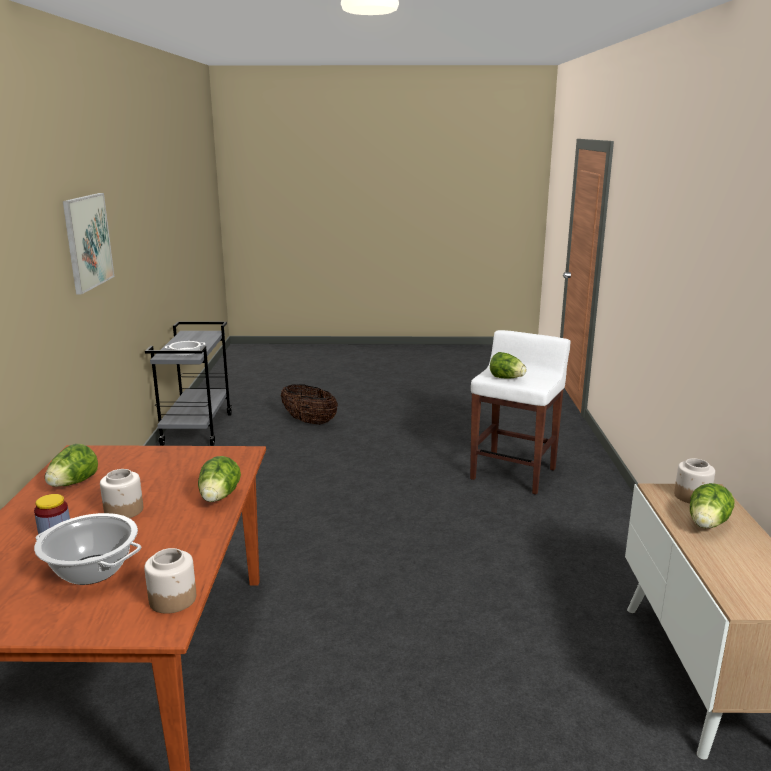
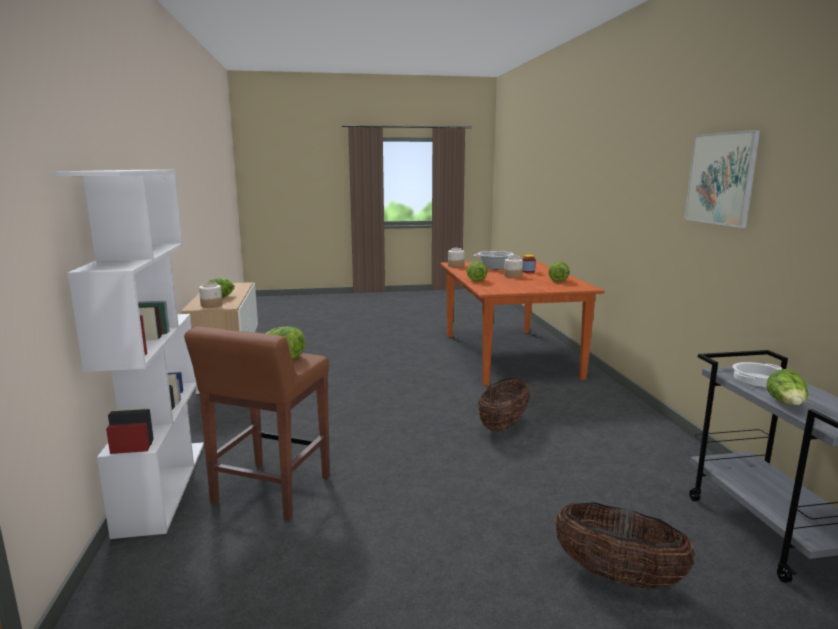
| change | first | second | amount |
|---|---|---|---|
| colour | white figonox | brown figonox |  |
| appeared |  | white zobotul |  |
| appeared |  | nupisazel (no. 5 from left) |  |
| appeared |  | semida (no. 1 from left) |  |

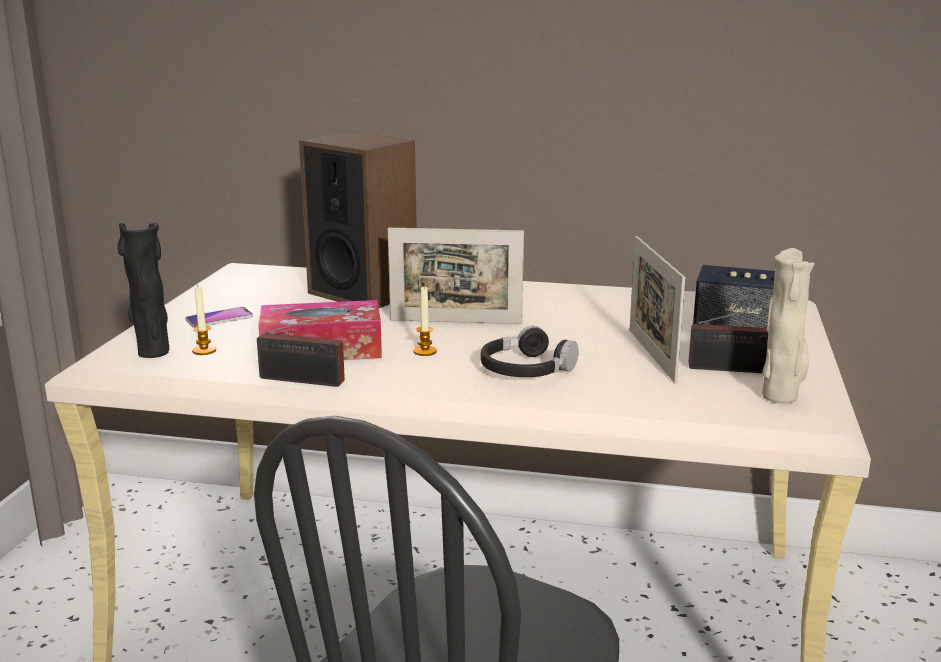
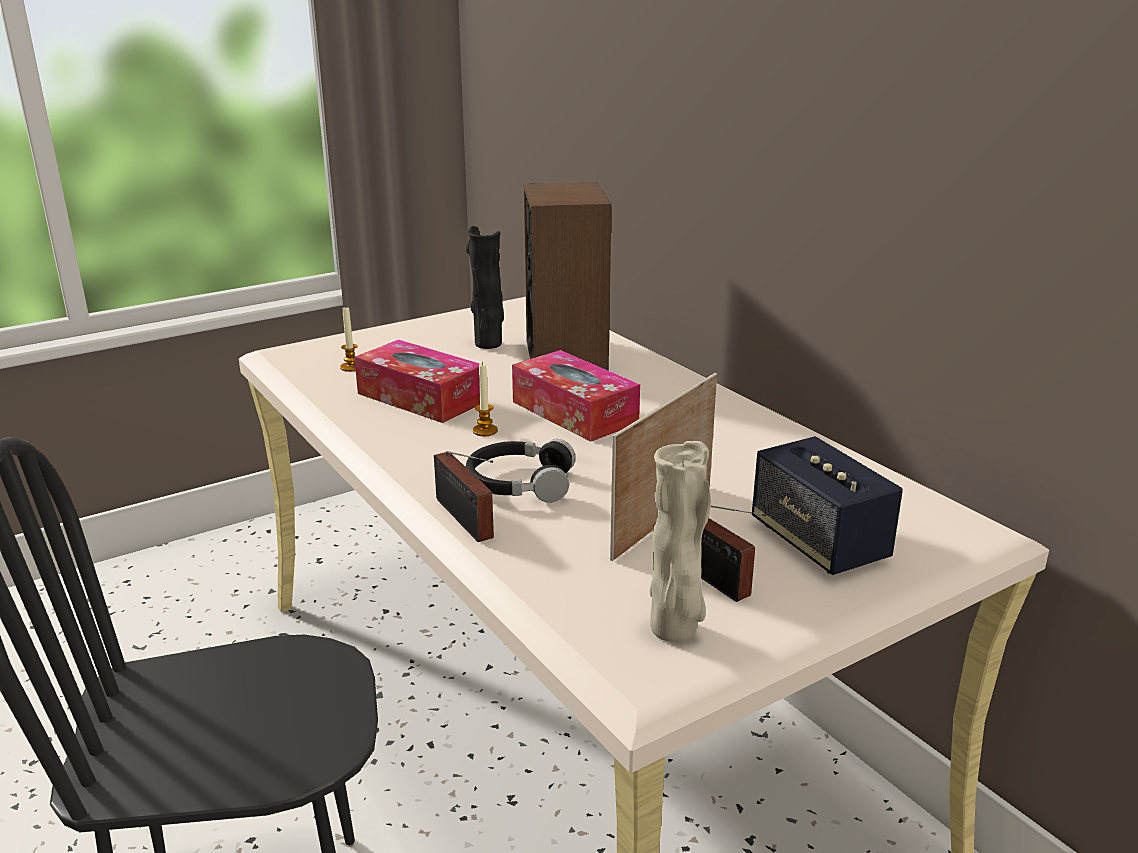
| change | first | second | amount |
|---|---|---|---|
| relocated | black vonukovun |  |  |
| exchanged | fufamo (no. 1 from left) | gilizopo (no. 2 from left) |  |
| missing | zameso |  |  |
| relocated | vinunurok (no. 1 from left) |  |  |

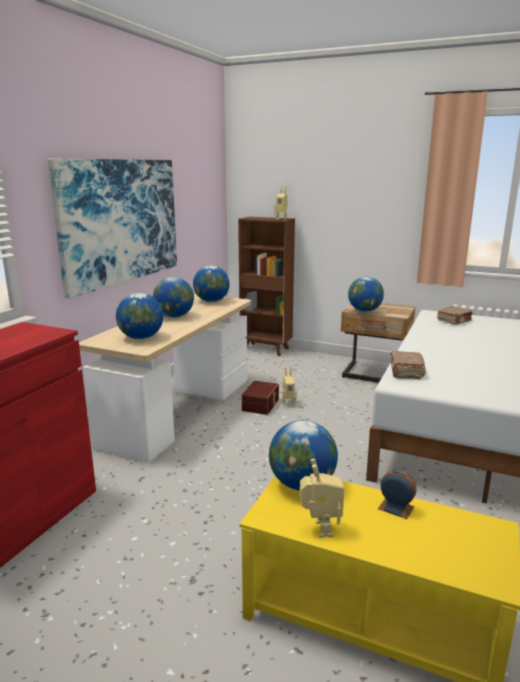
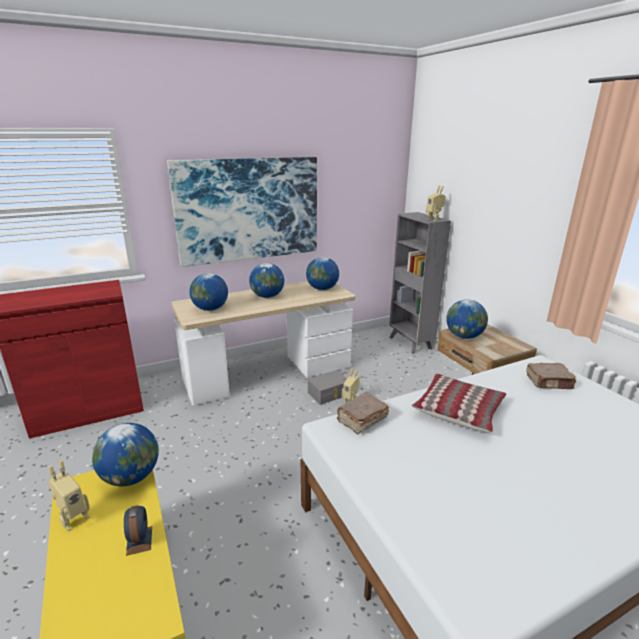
| change | first | second | amount |
|---|---|---|---|
| colour | brown zobotul | grey zobotul |  |
| colour | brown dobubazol | grey dobubazol |  |
| appeared |  | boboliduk |  |

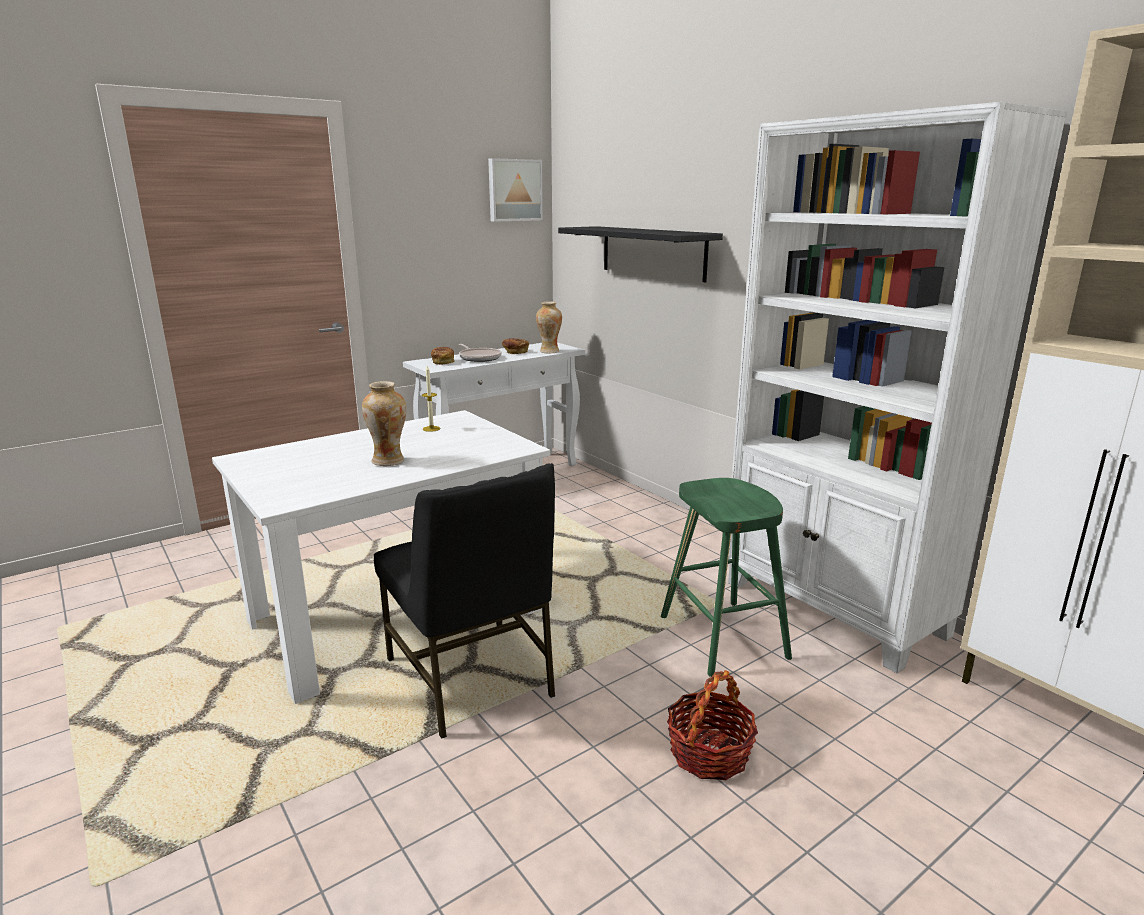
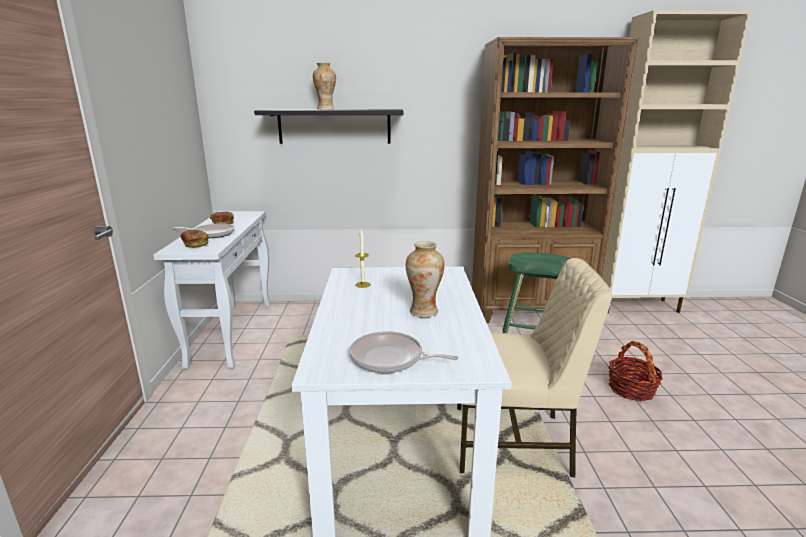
| change | first | second | amount |
|---|---|---|---|
| colour | white zobotul | brown zobotul |  |
| missing | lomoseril |  |  |
| relocated | vonukovun (no. 2 from left in the first image) | vonukovun (no. 1 from left) |  |
| colour | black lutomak | beige lutomak |  |
| appeared |  | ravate (no. 2 from left) |  |

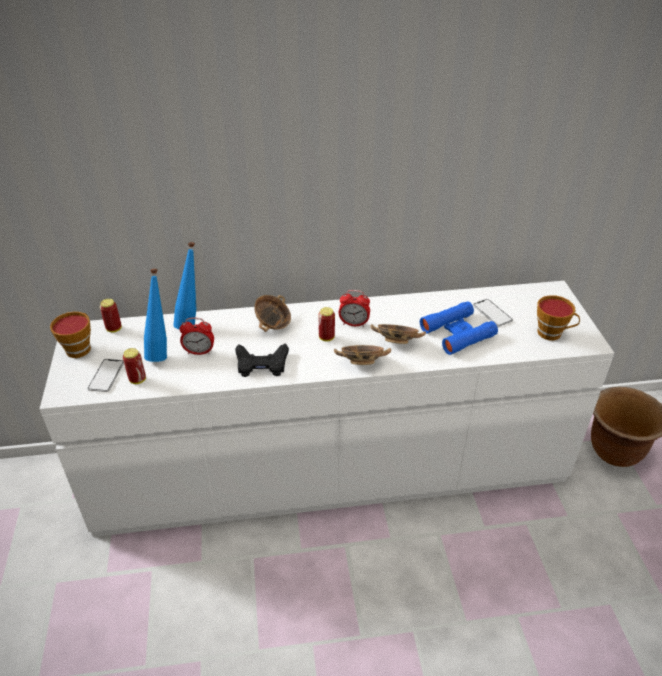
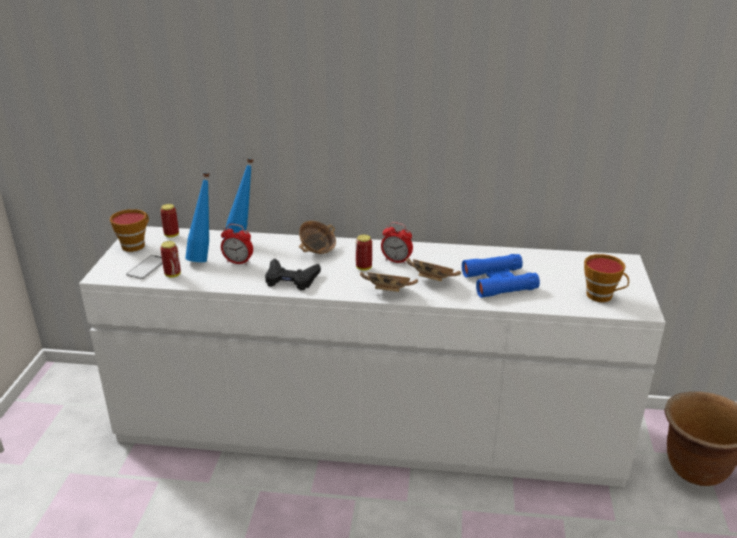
| change | first | second | amount |
|---|---|---|---|
| missing | zameso (no. 2 from left) |  |  |

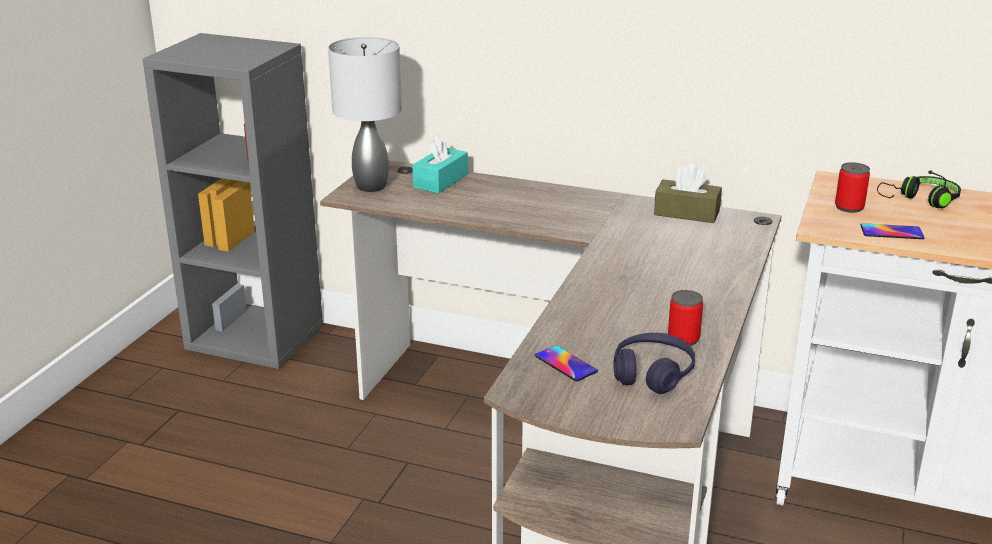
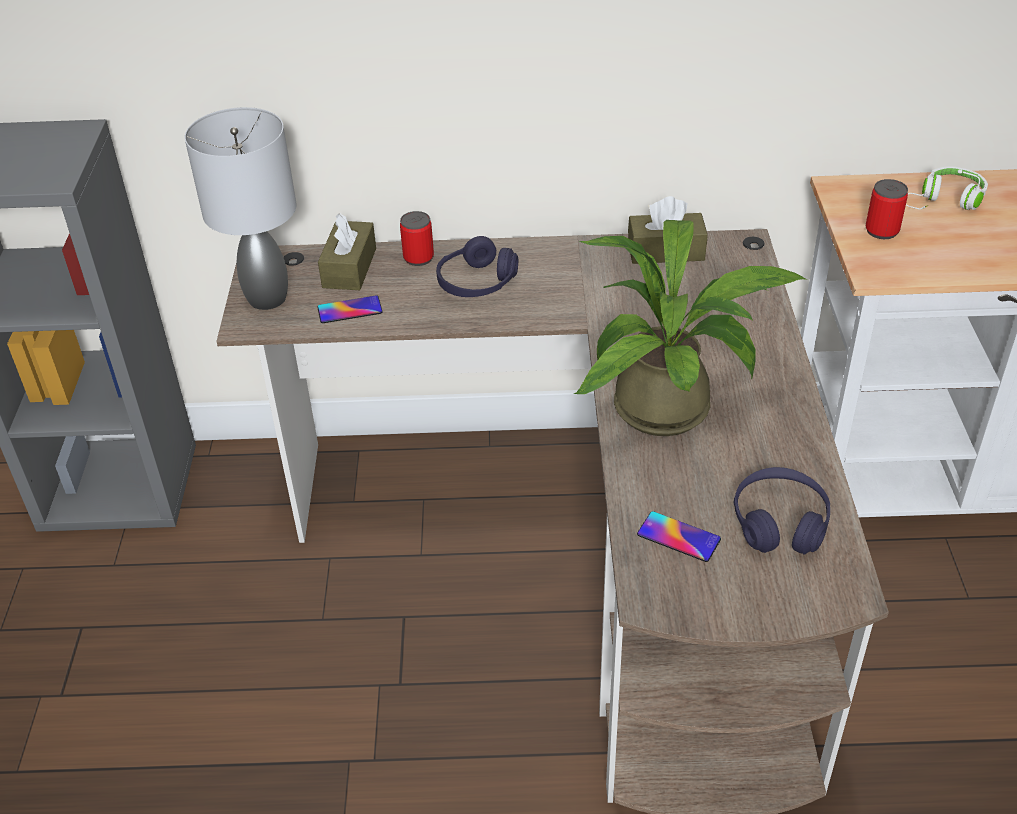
| change | first | second | amount |
|---|---|---|---|
| colour | turquoise gilizopo | brown gilizopo (no. 1 from left) |  |
| colour | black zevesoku | white zevesoku |  |
| relocated | zameso (no. 2 from left in the first image) | zameso (no. 1 from left) |  |
| relocated | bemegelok (no. 1 from left) |  |  |
| appeared |  | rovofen |  |
| appeared |  | purple zevesoku (no. 1 from left) |  |

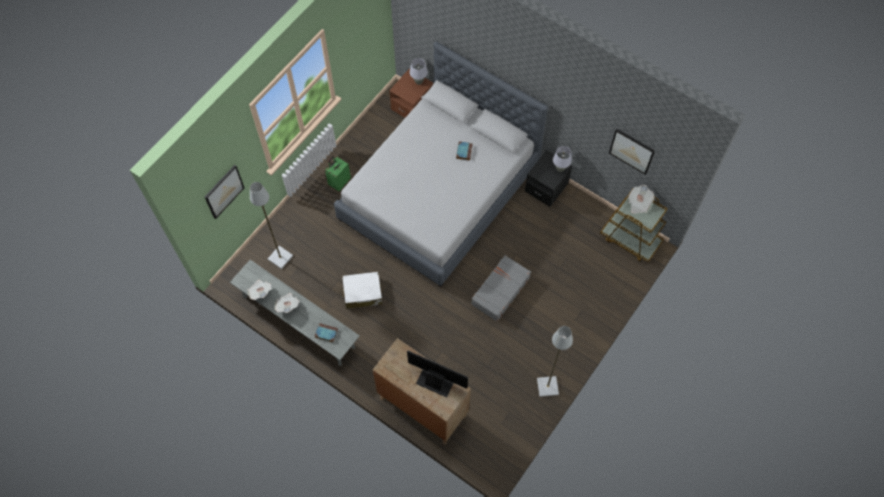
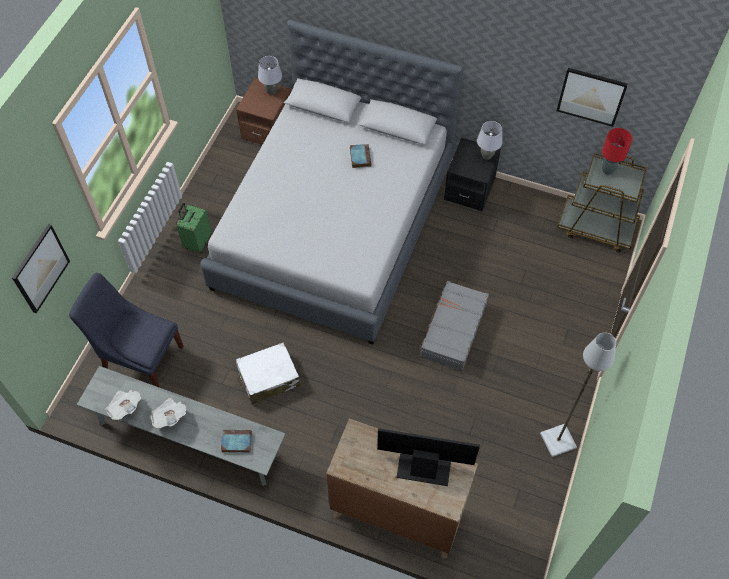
| change | first | second | amount |
|---|---|---|---|
| exchanged | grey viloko (no. 1 from left) | blue lutomak |  |
| exchanged | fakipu (no. 3 from left) | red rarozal |  |

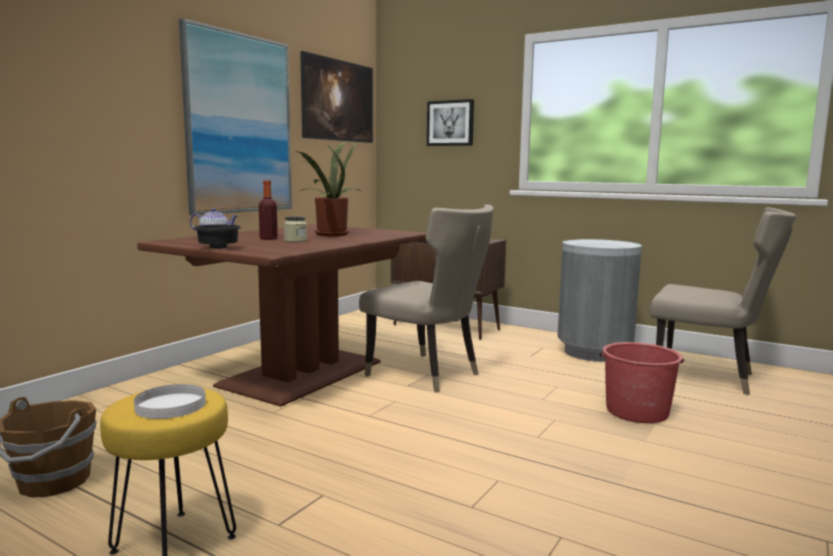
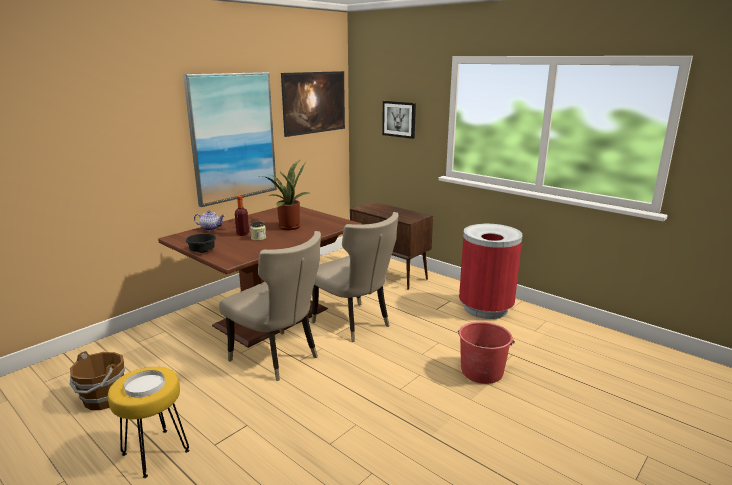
| change | first | second | amount |
|---|---|---|---|
| relocated | beige lutomak (no. 2 from left in the first image) | beige lutomak (no. 1 from left) |  |
| colour | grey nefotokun | red nefotokun |  |

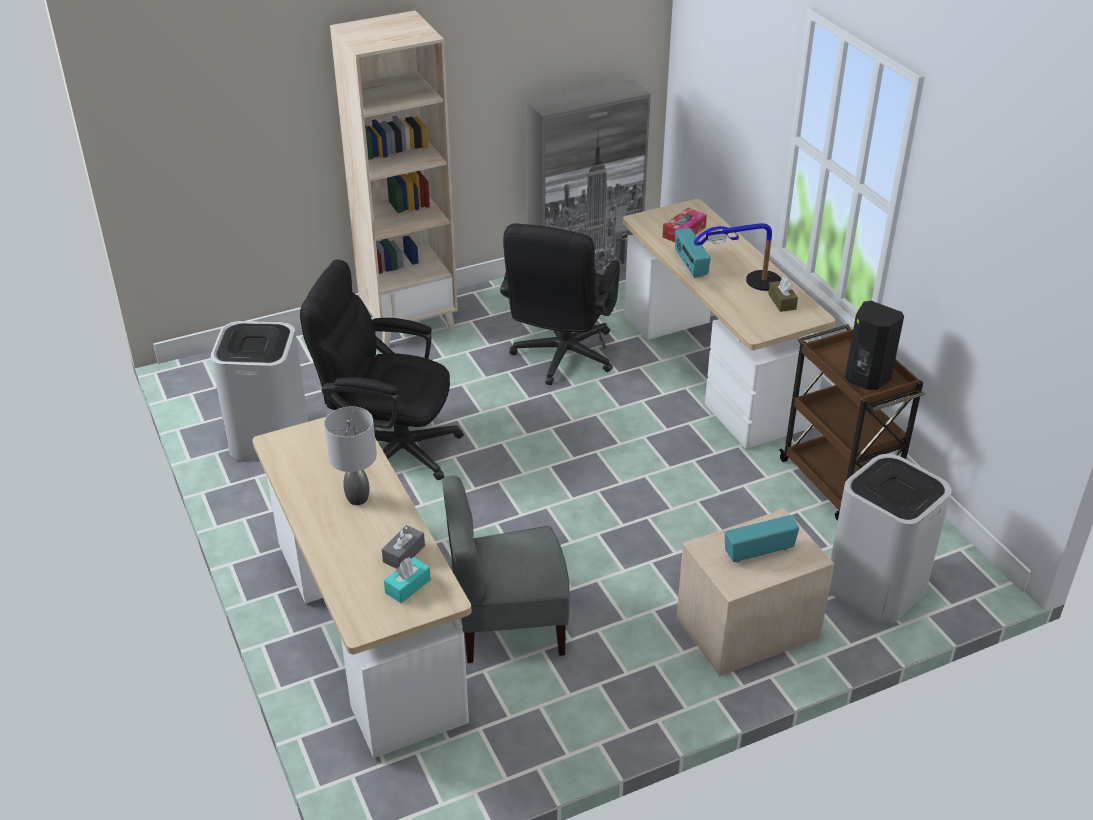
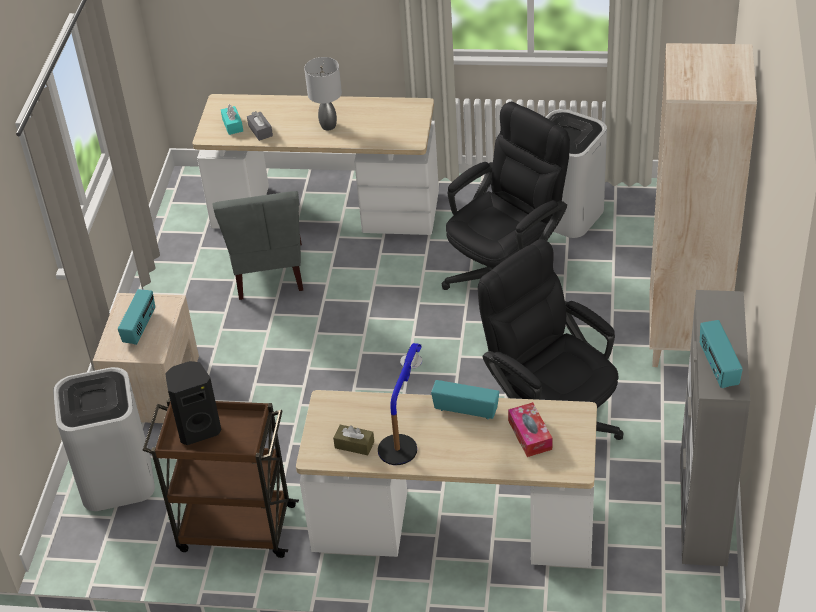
| change | first | second | amount |
|---|---|---|---|
| spun | grey lutomak |  | 150 degrees clockwise |
| appeared |  | vinunurok (no. 3 from left) |  |

